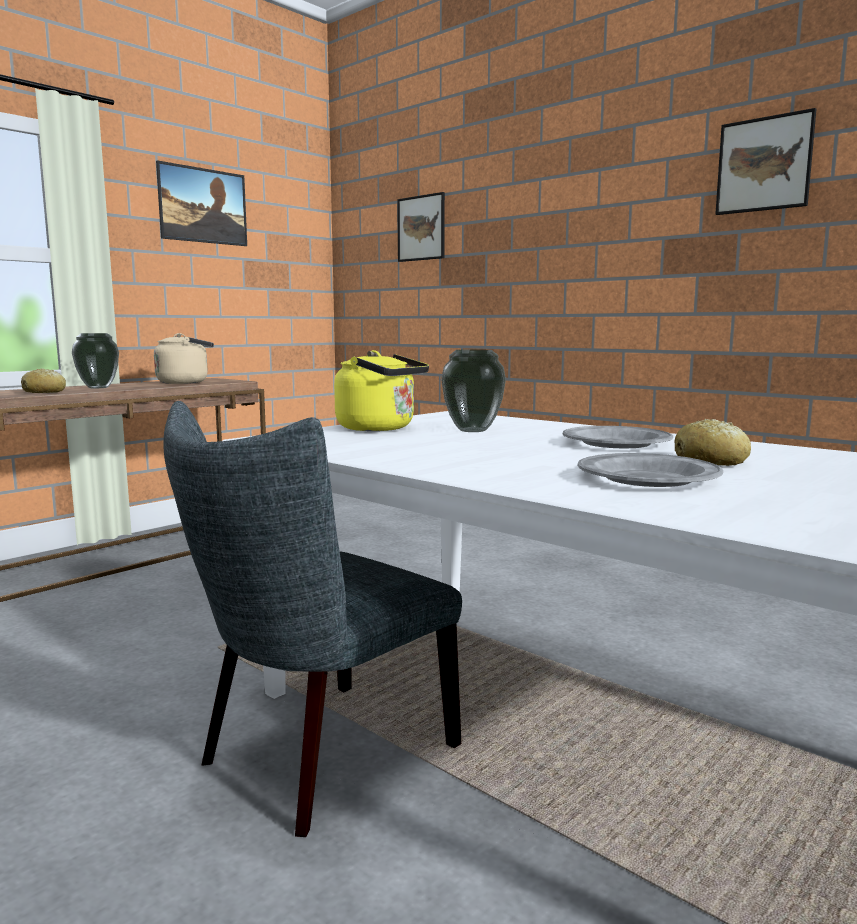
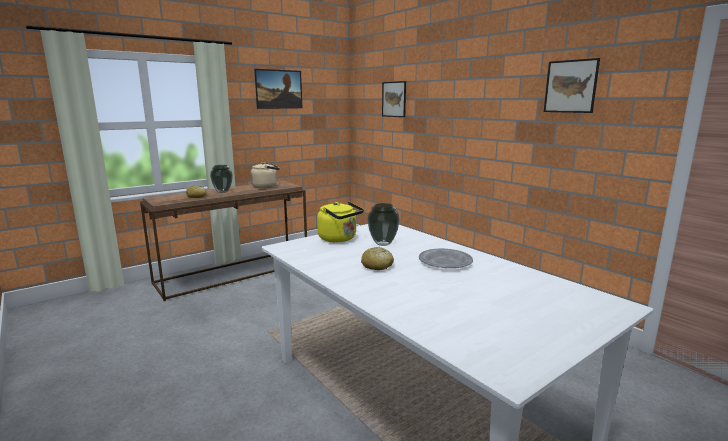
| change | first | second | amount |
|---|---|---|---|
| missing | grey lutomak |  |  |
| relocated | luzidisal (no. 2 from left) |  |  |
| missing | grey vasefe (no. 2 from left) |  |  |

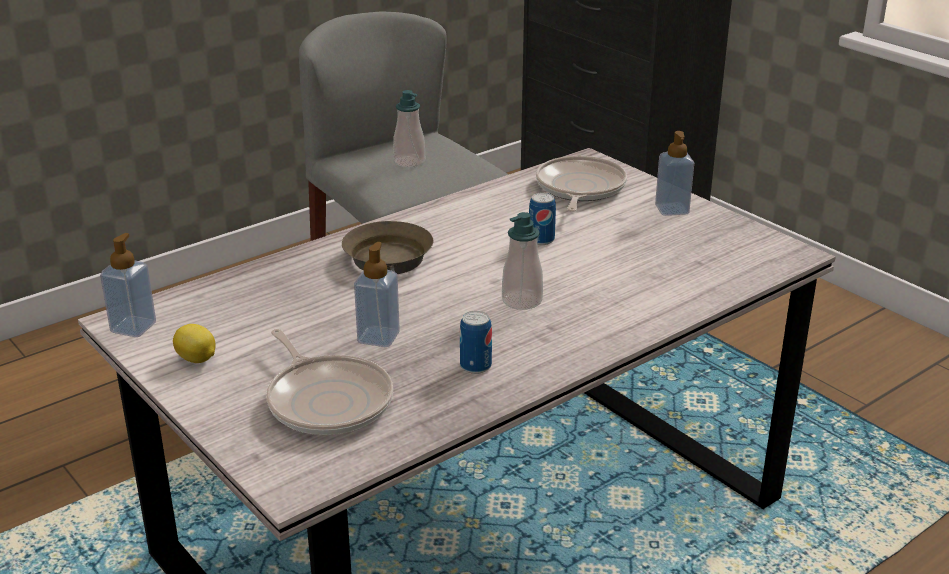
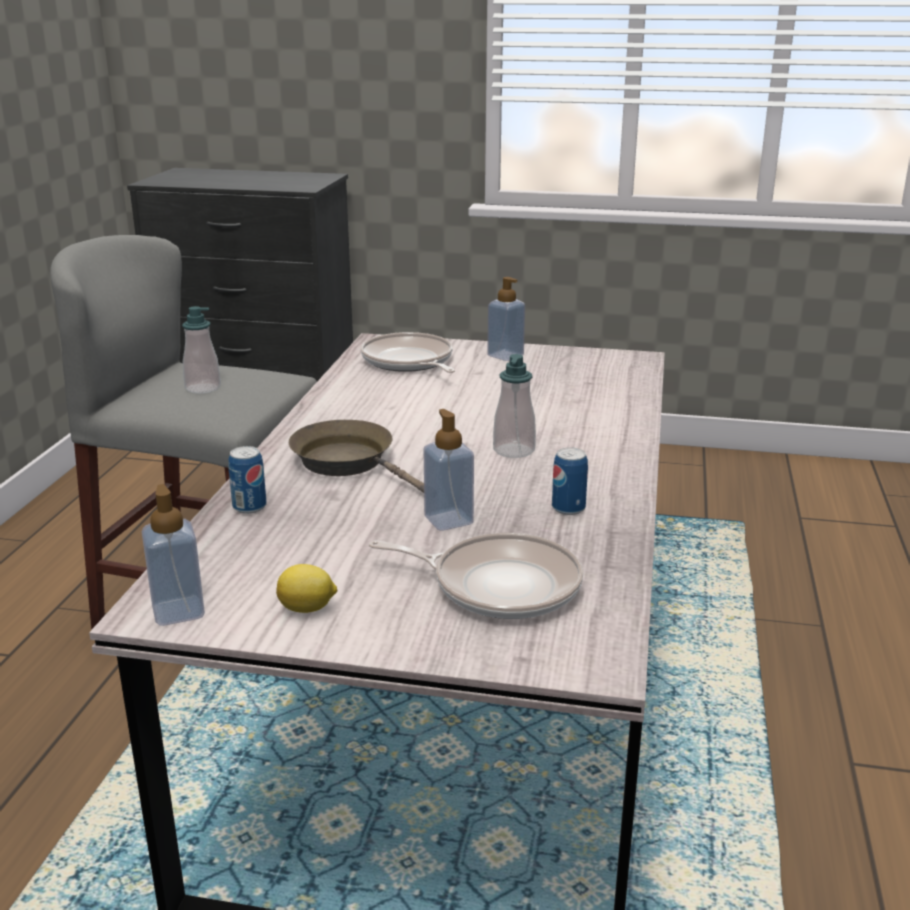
| change | first | second | amount |
|---|---|---|---|
| relocated | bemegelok (no. 2 from left in the first image) | bemegelok (no. 1 from left) |  |

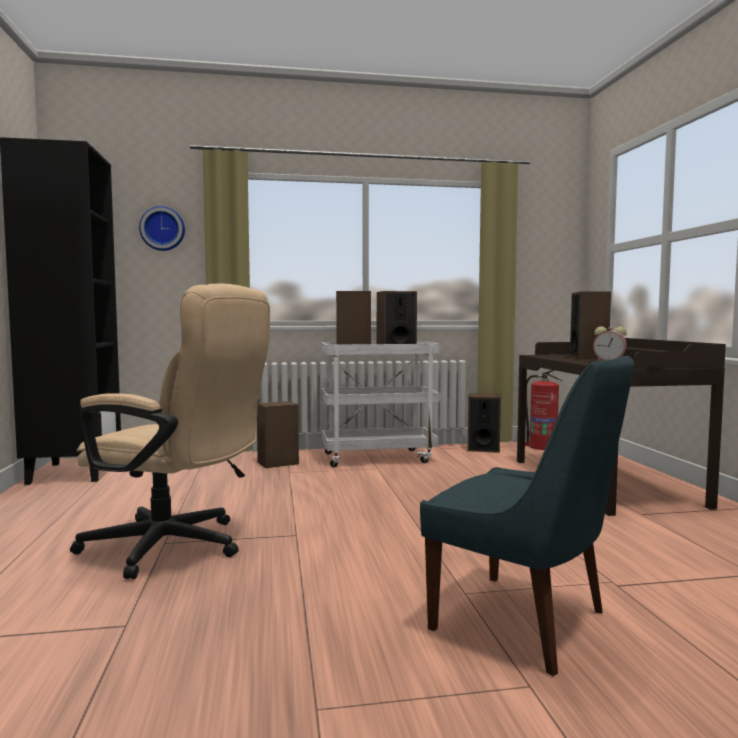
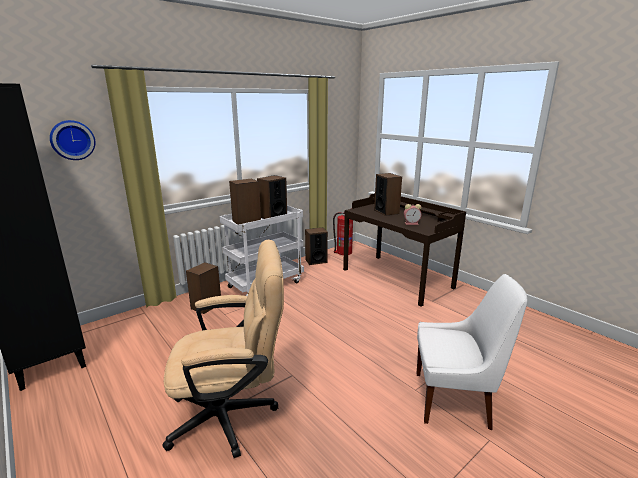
| change | first | second | amount |
|---|---|---|---|
| colour | blue lutomak | white lutomak |  |

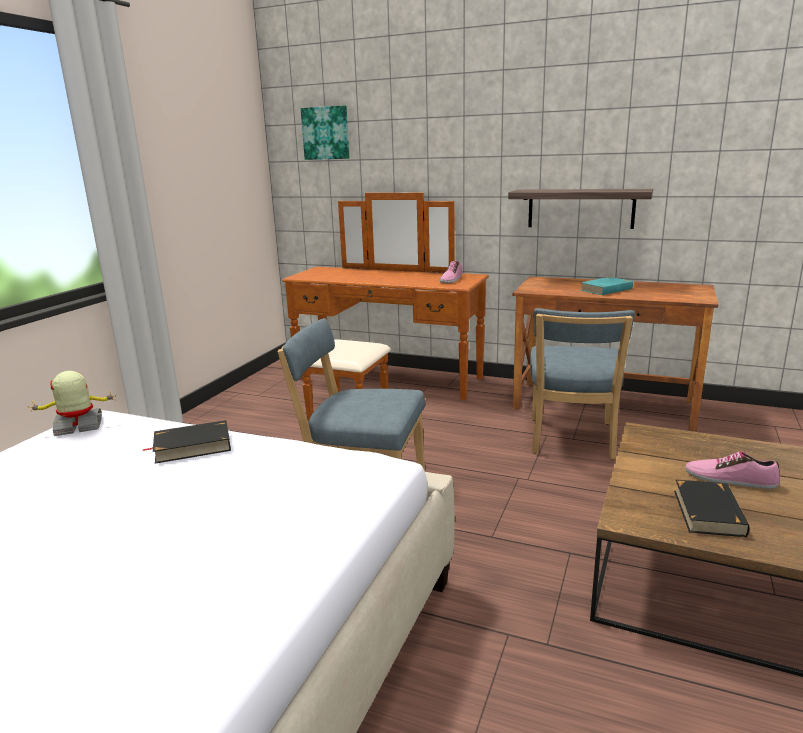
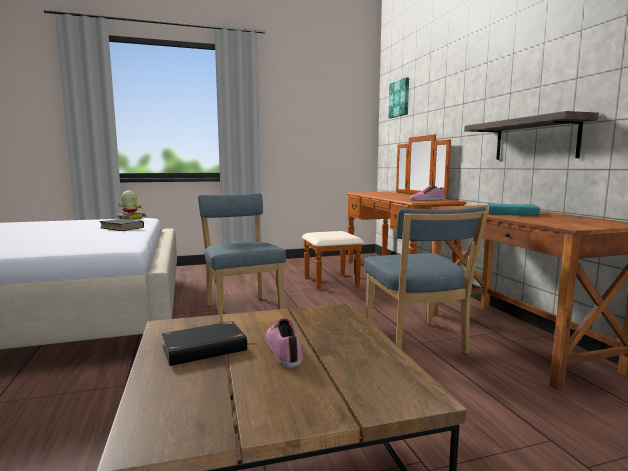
| change | first | second | amount |
|---|---|---|---|
| spun | blue lutomak (no. 2 from left) |  | 75 degrees counterclockwise |

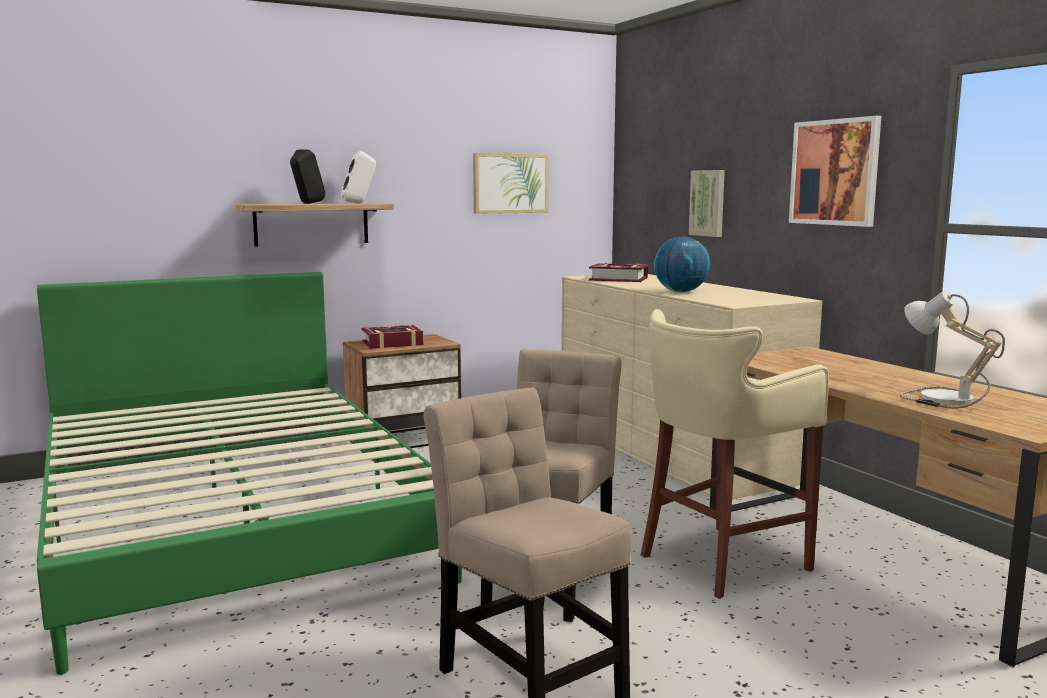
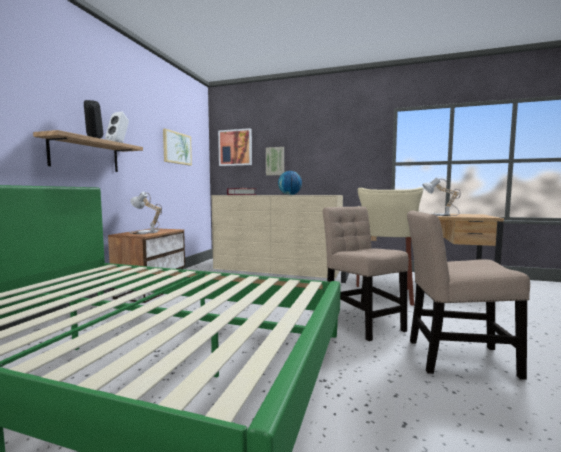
| change | first | second | amount |
|---|---|---|---|
| relocated | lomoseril (no. 3 from left in the first image) | lomoseril (no. 2 from left) |  |
| exchanged | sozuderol (no. 1 from left) | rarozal (no. 1 from left) |  |

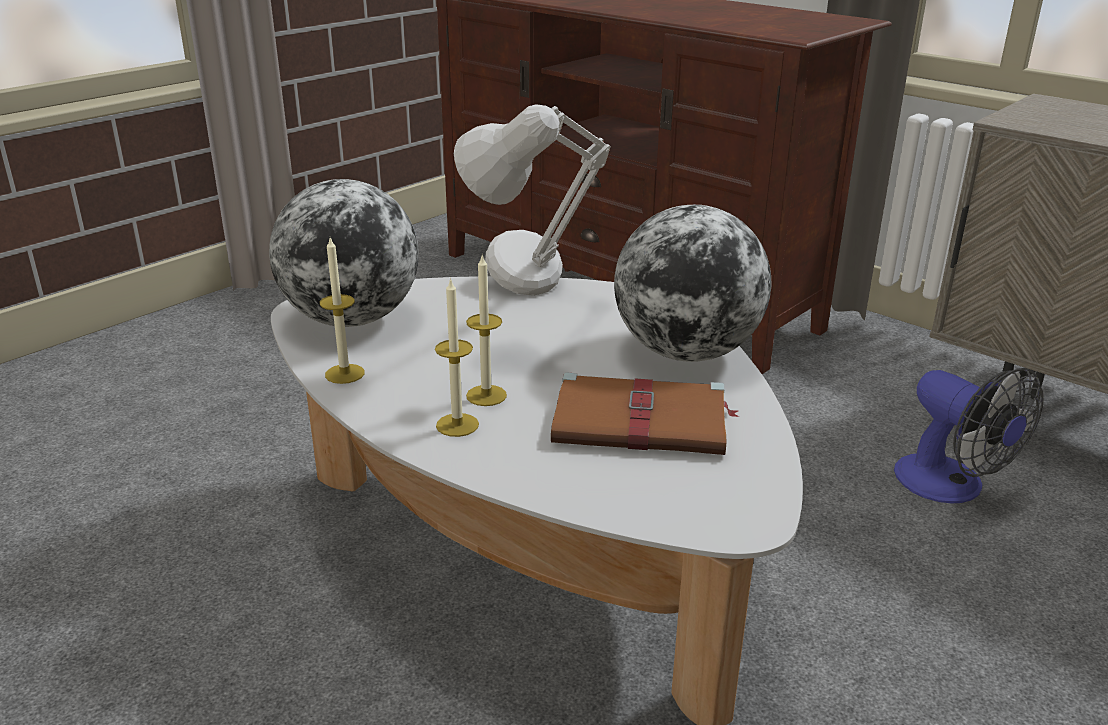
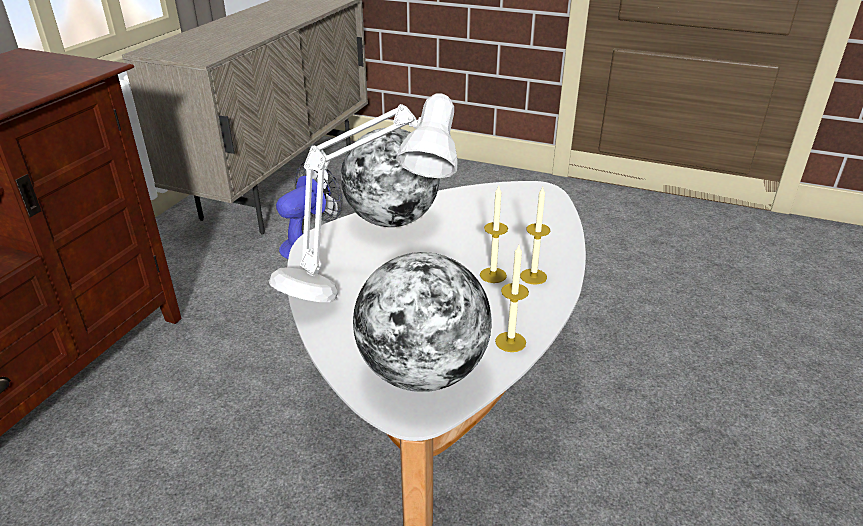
| change | first | second | amount |
|---|---|---|---|
| missing | brown sozuderol |  |  |

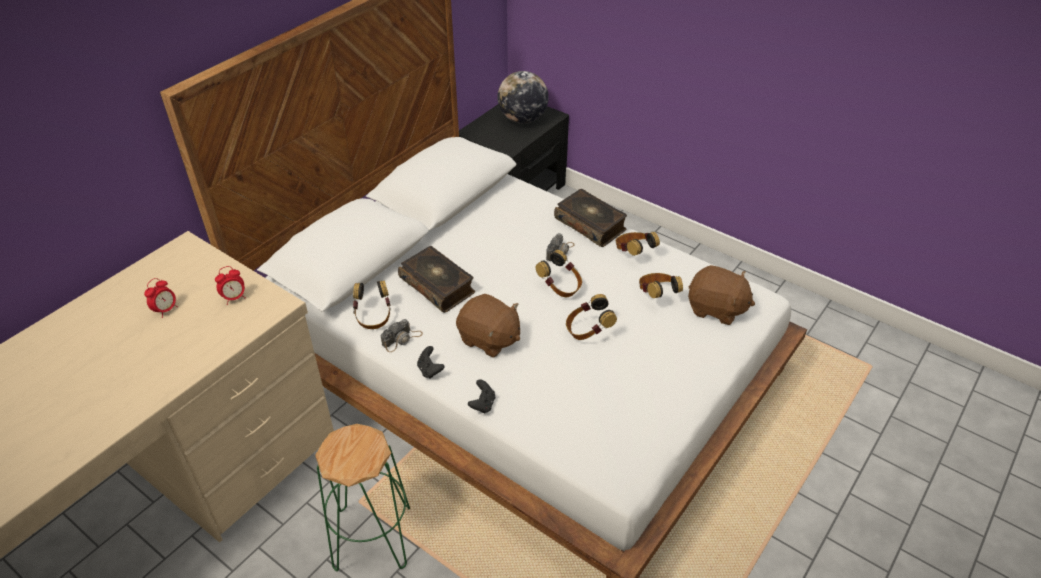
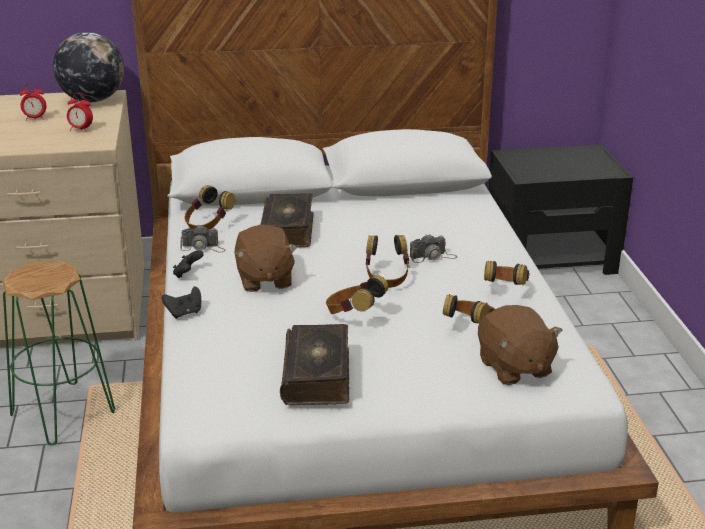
| change | first | second | amount |
|---|---|---|---|
| relocated | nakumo |  |  |
| relocated | sozuderol (no. 2 from left) |  |  |

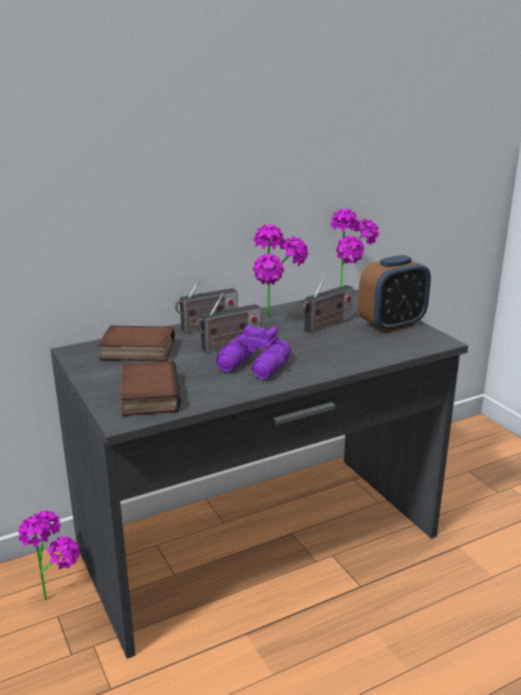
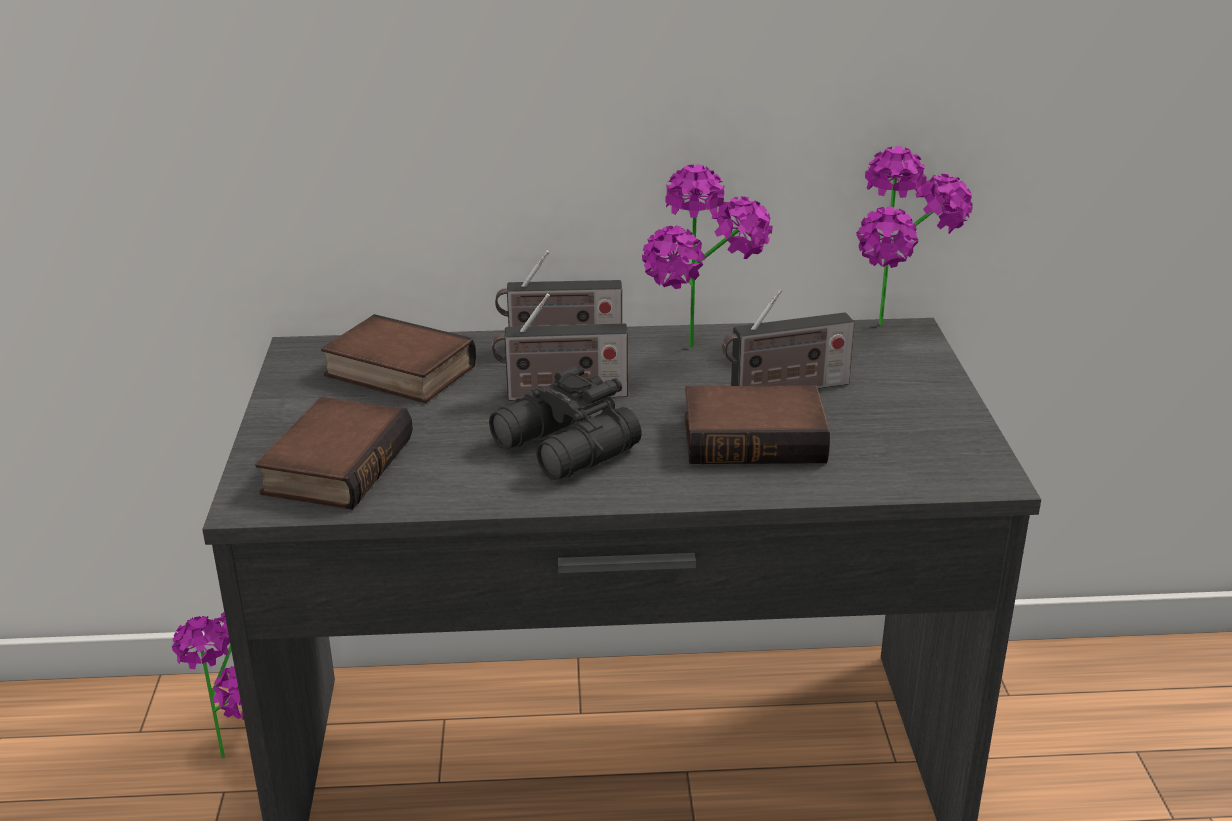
| change | first | second | amount |
|---|---|---|---|
| missing | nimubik |  |  |
| colour | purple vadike | black vadike |  |
| appeared |  | sozuderol (no. 3 from left) |  |

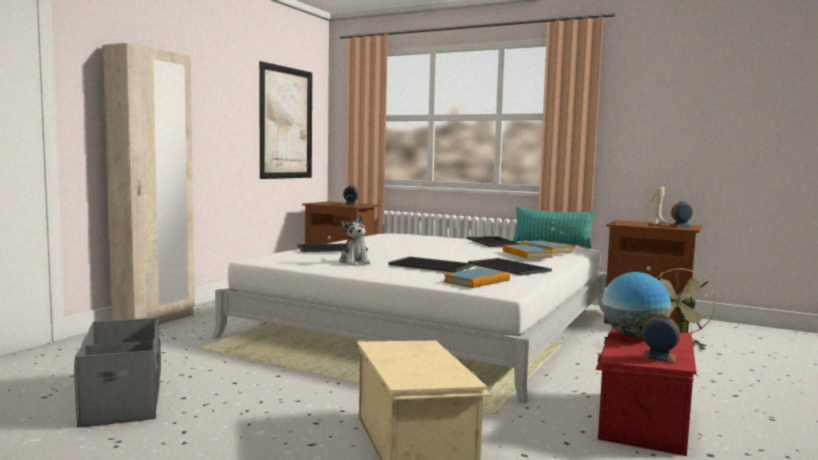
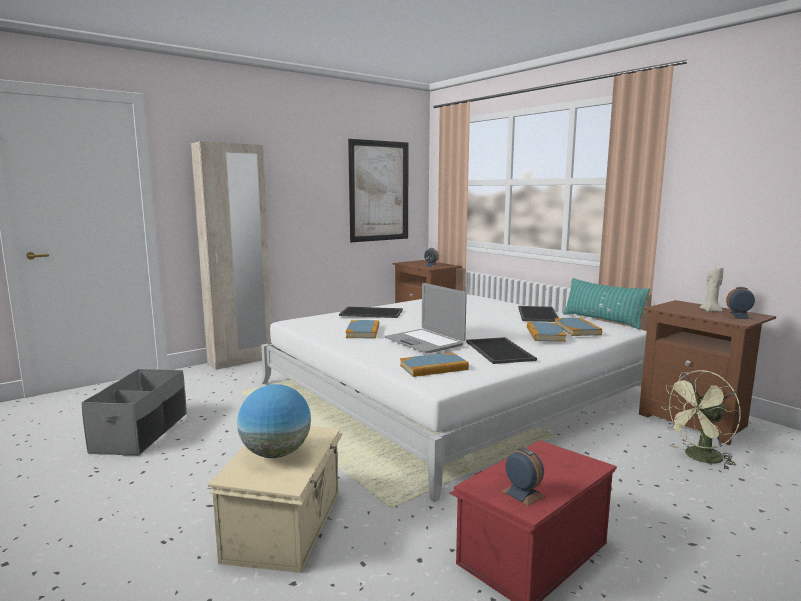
| change | first | second | amount |
|---|---|---|---|
| exchanged | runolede | sozuderol (no. 1 from left) |  |
| exchanged | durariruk (no. 2 from left) | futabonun |  |
| relocated | nakumo |  |  |

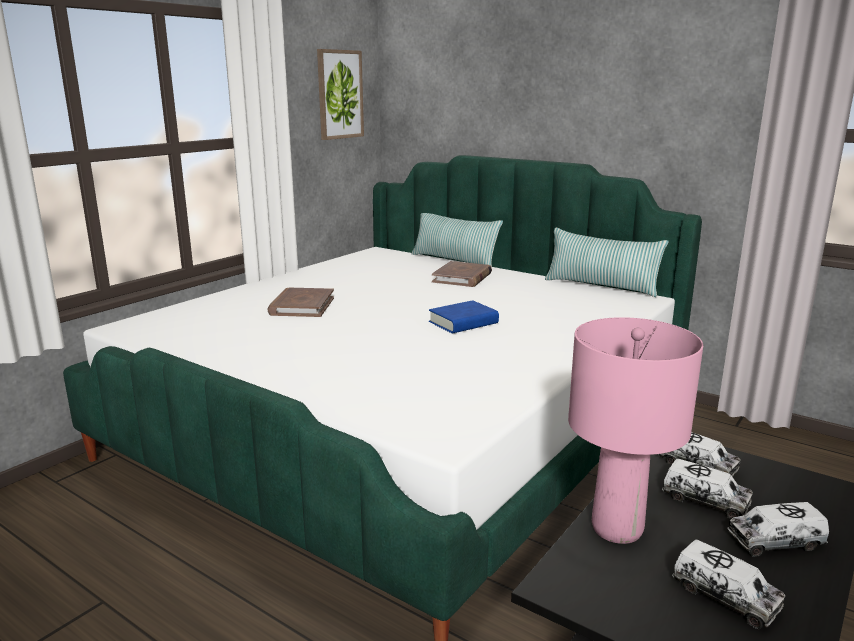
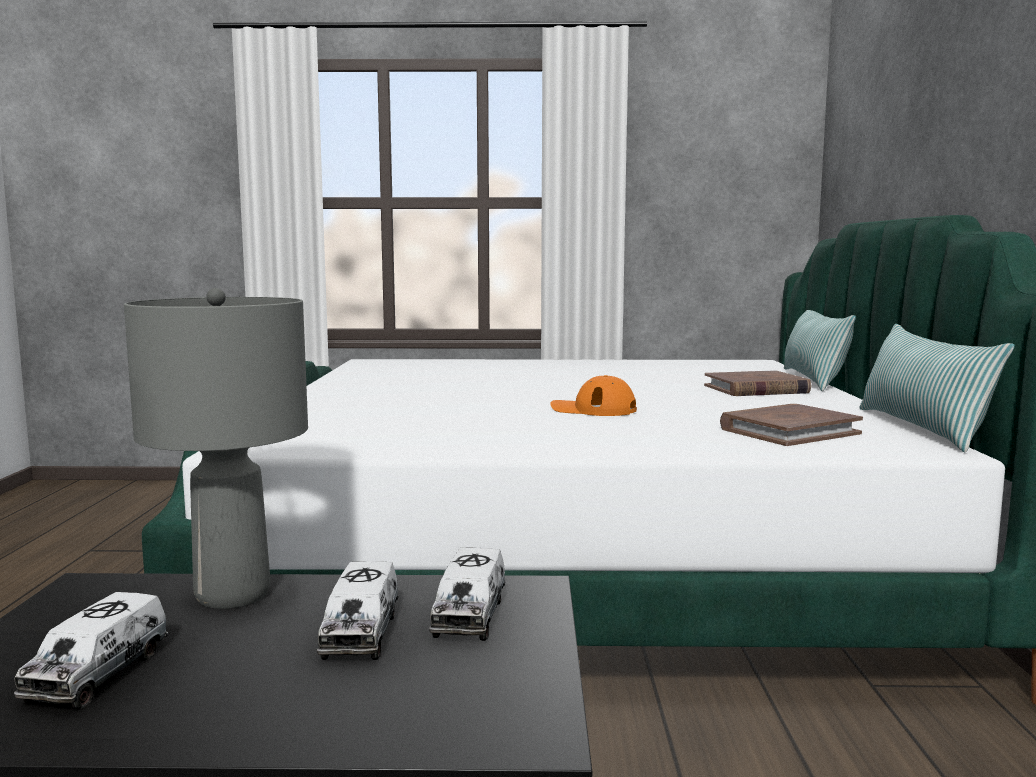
| change | first | second | amount |
|---|---|---|---|
| missing | lomoseril |  |  |
| relocated | brown sozuderol (no. 1 from left in the first image) | brown sozuderol (no. 2 from left) |  |
| exchanged | blue sozuderol | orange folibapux |  |
| colour | pink rarozal | grey rarozal |  |
| missing | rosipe (no. 4 from left) |  |  |

